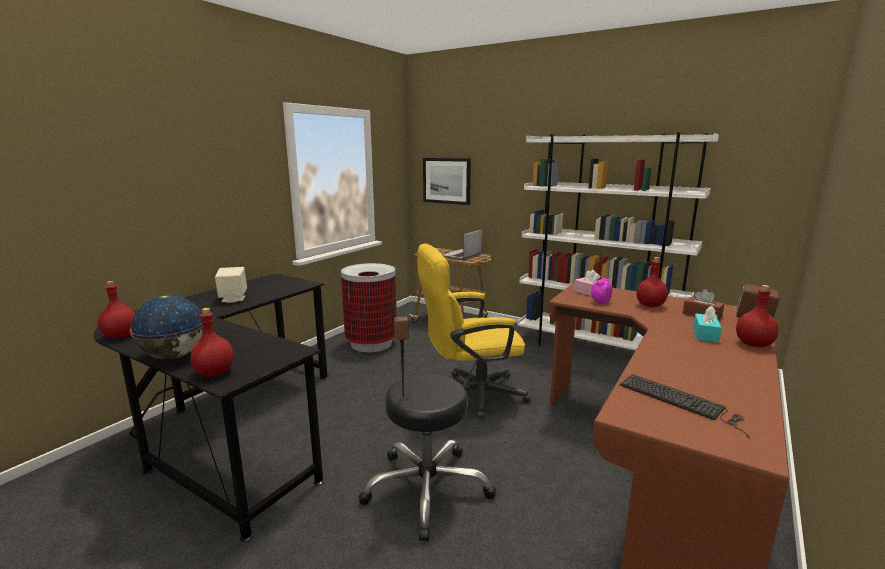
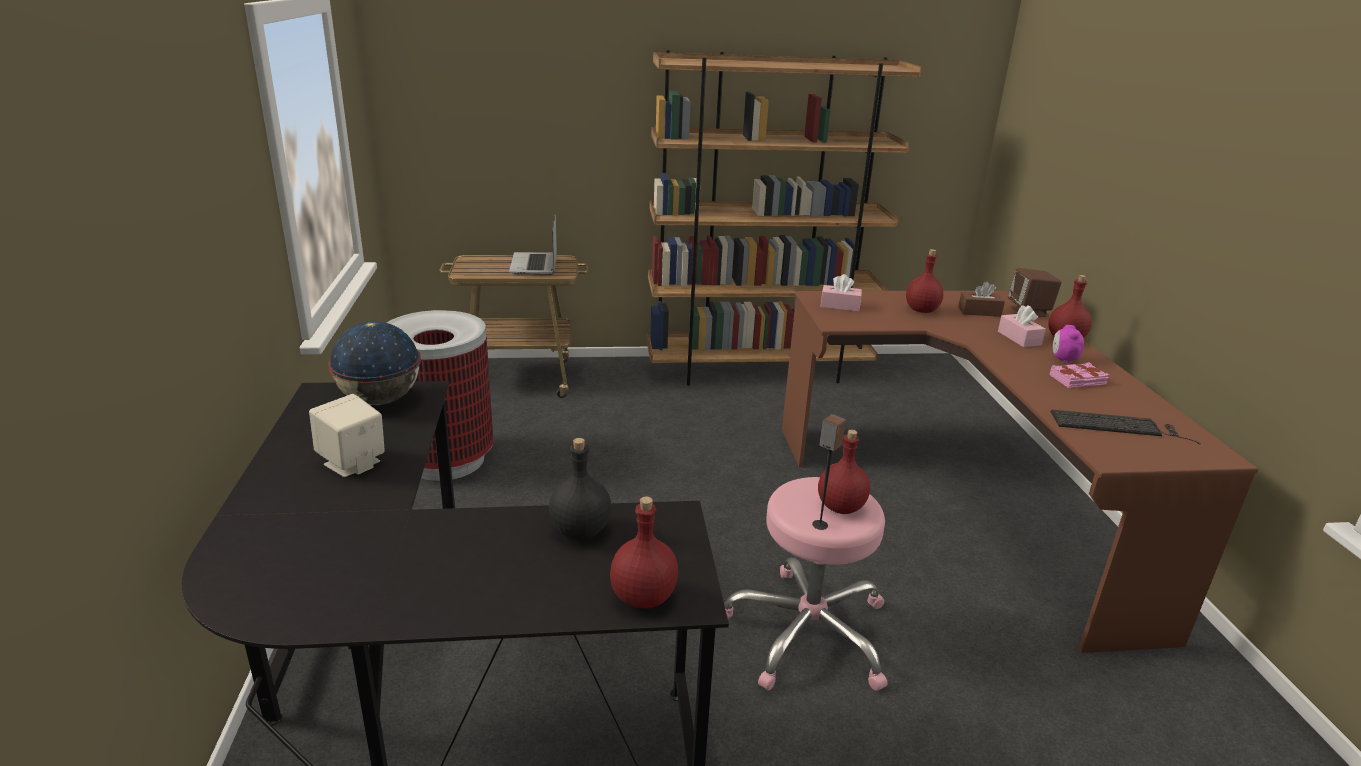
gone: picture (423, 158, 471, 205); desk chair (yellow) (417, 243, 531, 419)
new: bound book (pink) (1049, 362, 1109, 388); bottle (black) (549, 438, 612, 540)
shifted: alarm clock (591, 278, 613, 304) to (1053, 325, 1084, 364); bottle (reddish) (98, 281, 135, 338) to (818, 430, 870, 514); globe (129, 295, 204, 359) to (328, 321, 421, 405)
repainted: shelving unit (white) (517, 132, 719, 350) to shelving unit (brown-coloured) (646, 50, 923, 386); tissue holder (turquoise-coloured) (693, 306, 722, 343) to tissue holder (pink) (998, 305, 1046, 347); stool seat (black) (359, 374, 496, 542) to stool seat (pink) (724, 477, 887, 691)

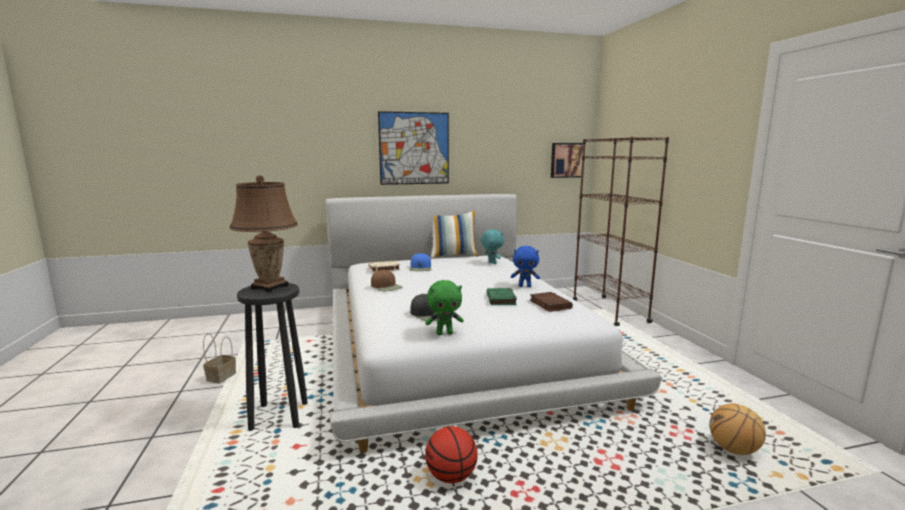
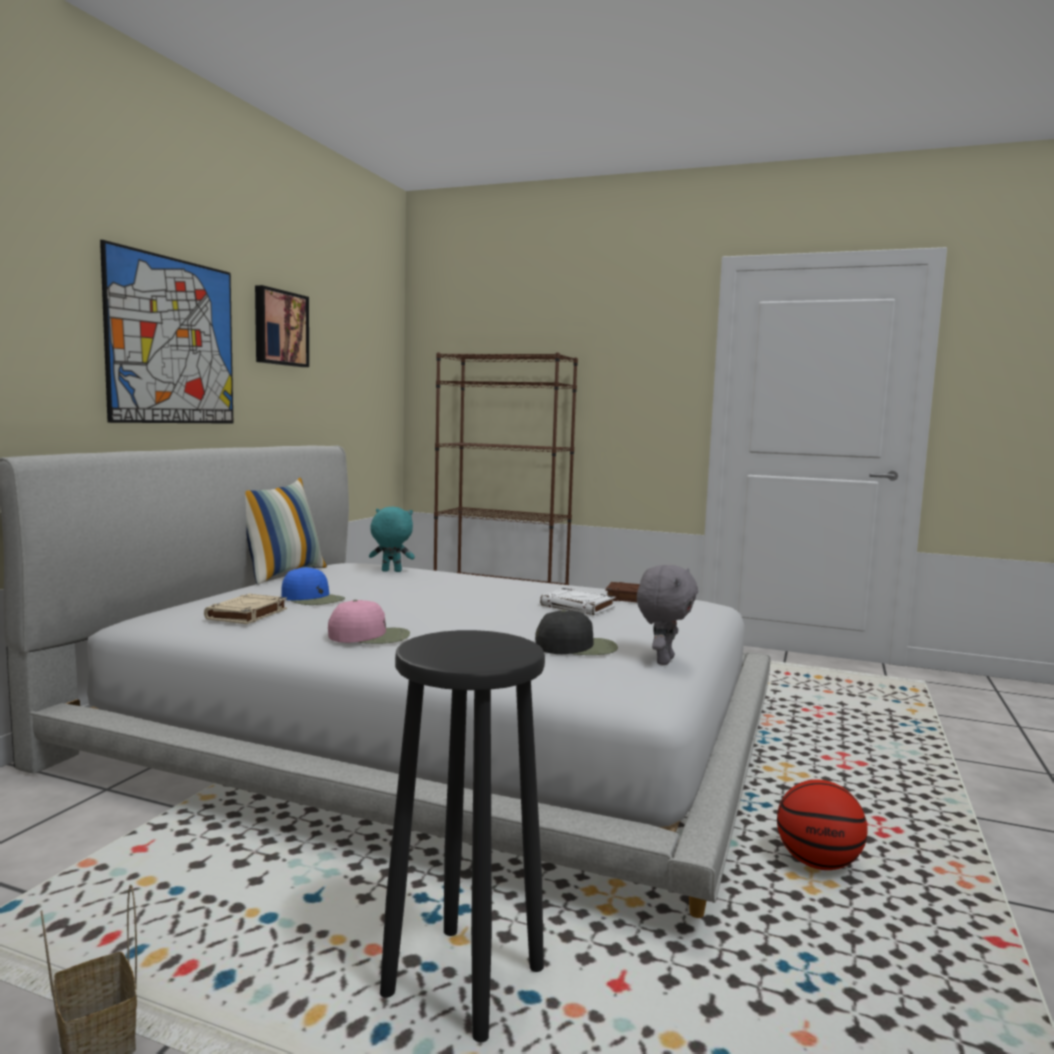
gone: table lamp (brown-coloured) (229, 175, 298, 293); cuddly toy (blue-coloured) (511, 246, 540, 287); basketball ball (709, 404, 766, 455)
shifted: picture (551, 143, 583, 178) to (255, 285, 309, 367)
repainted: cap (brown-coloured) (371, 270, 402, 291) to cap (pink) (328, 600, 410, 644); cuddly toy (green-coloured) (425, 280, 464, 335) to cuddly toy (grey) (637, 565, 698, 665); bound book (green-coloured) (487, 288, 517, 305) to bound book (white) (540, 588, 615, 615)

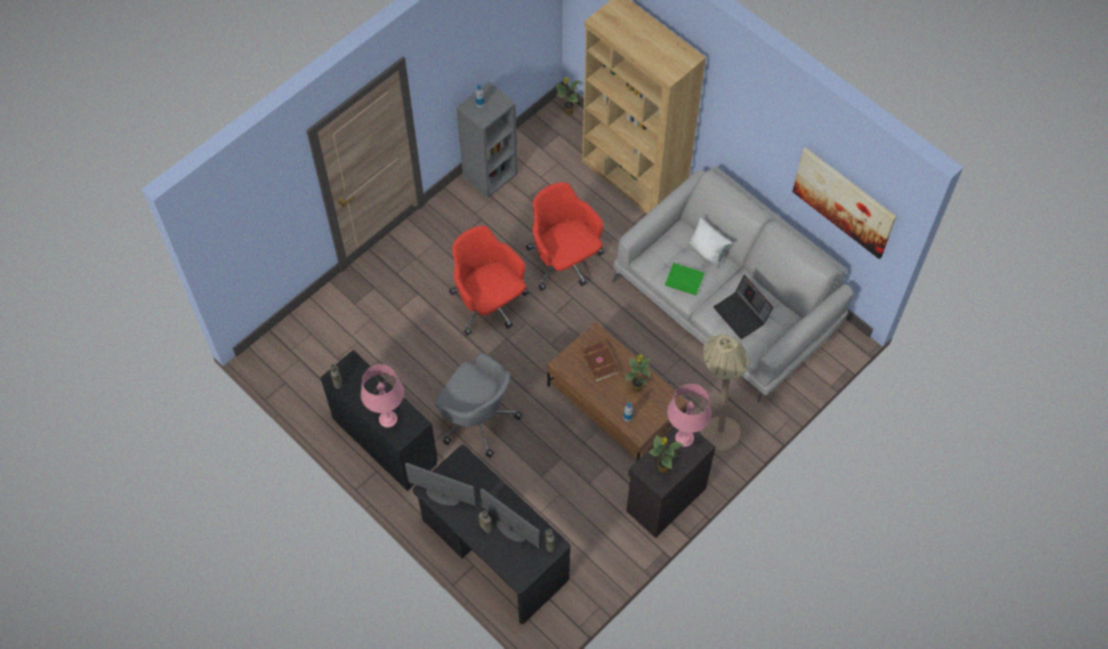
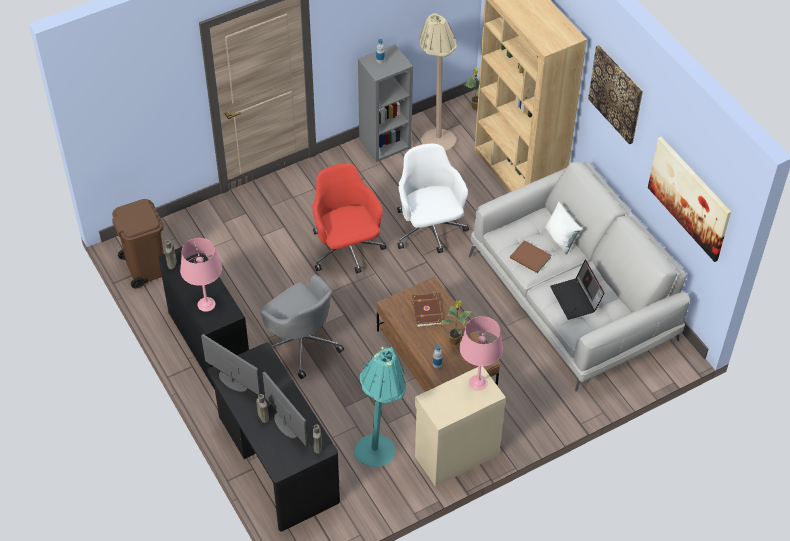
gone: plant in a pot (648, 434, 683, 473)
new: picture (588, 45, 643, 144); waste bin (brown-coloured) (112, 199, 164, 289); standing lamp (turquoise-coloured) (354, 347, 405, 467)
shifted: standing lamp (beige) (701, 334, 749, 451) to (419, 13, 457, 151)
repainted: desk chair (reddish) (526, 182, 604, 291) to desk chair (white) (397, 144, 469, 253); bound book (green-coloured) (665, 263, 704, 295) to bound book (brown-coloured) (510, 240, 551, 273); cupboard (black) (626, 426, 715, 538) to cupboard (beige) (415, 366, 506, 487)

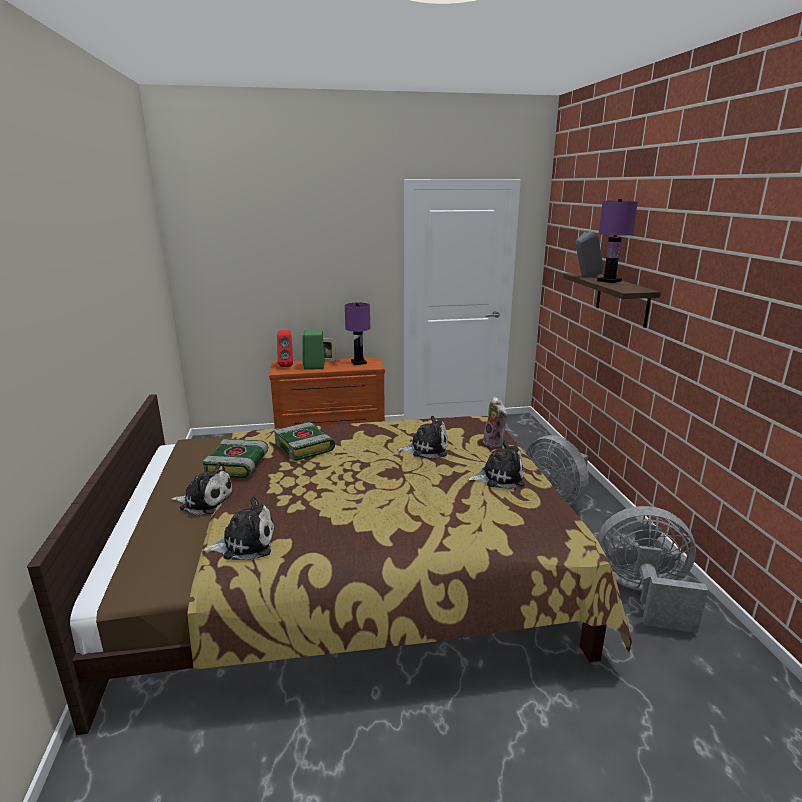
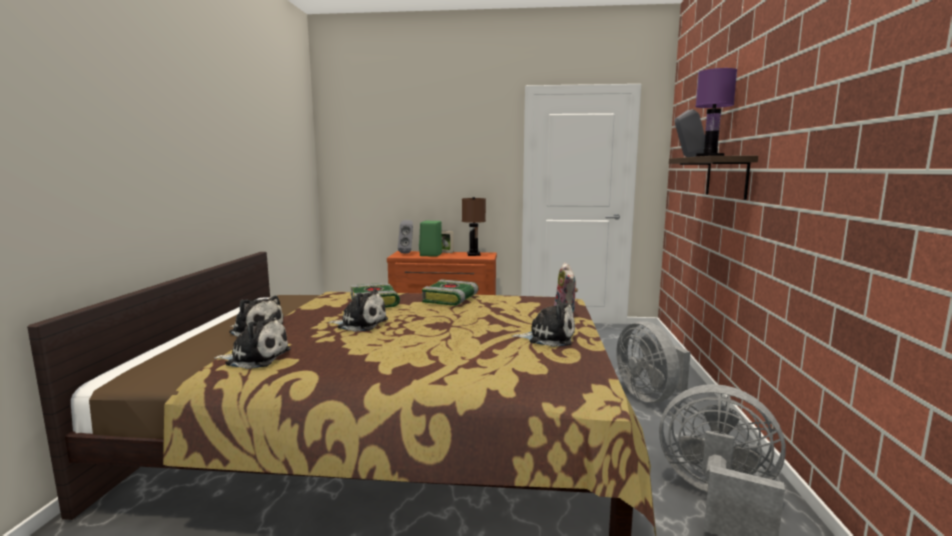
shifted: cuddly toy (396, 416, 448, 459) to (328, 289, 388, 332); bound book (203, 439, 268, 478) to (422, 279, 479, 306)
repainted: table lamp (purple) (345, 303, 371, 365) to table lamp (brown-coloured) (462, 197, 486, 256); speaker (reddish) (277, 330, 293, 367) to speaker (grey) (398, 220, 413, 254)

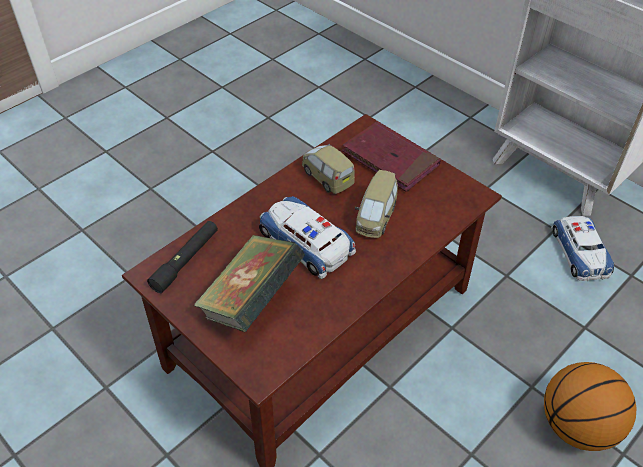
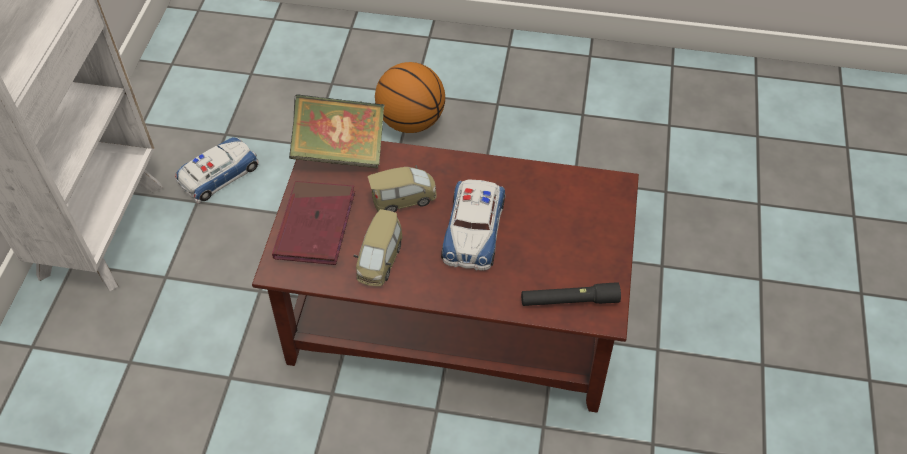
shifted: bound book (193, 235, 306, 332) to (289, 94, 385, 168)

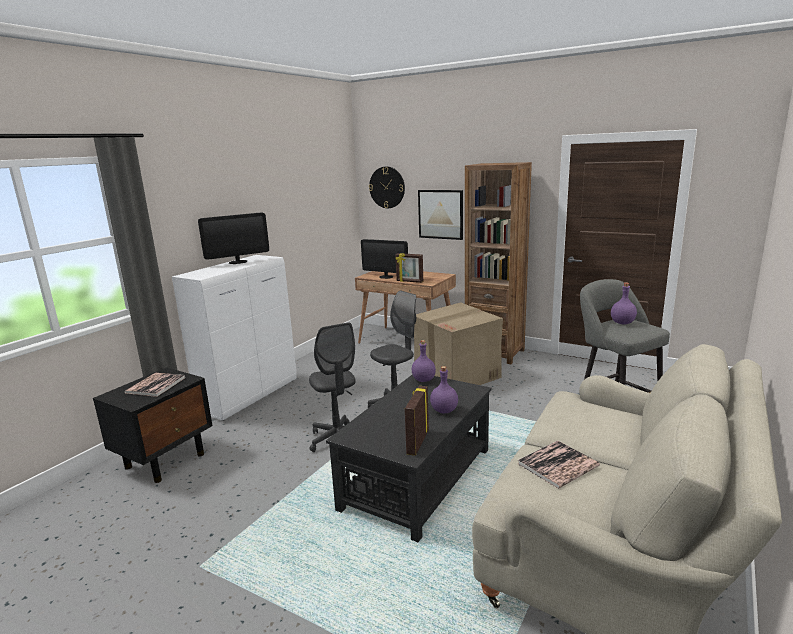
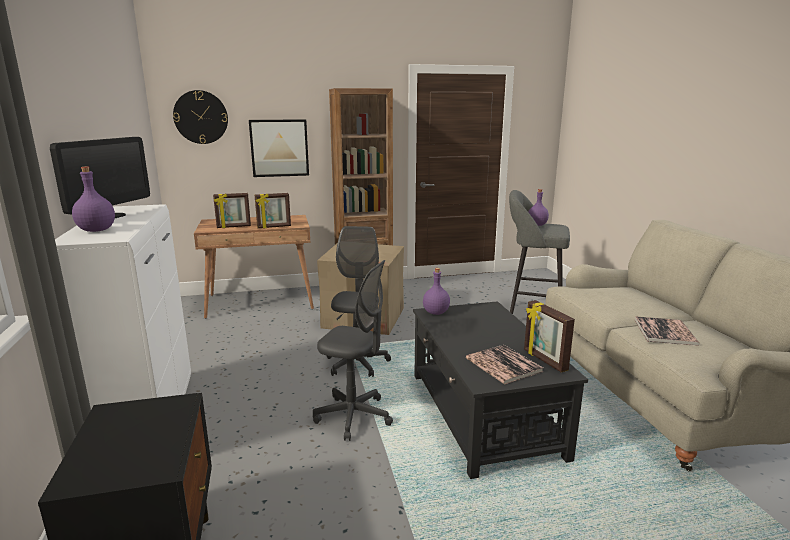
shifted: bottle (purple) (430, 366, 458, 414) to (72, 167, 115, 232); bound book (124, 373, 185, 397) to (466, 345, 543, 384)
swapped: monitor (361, 239, 408, 279) to photo frame (213, 193, 251, 228)

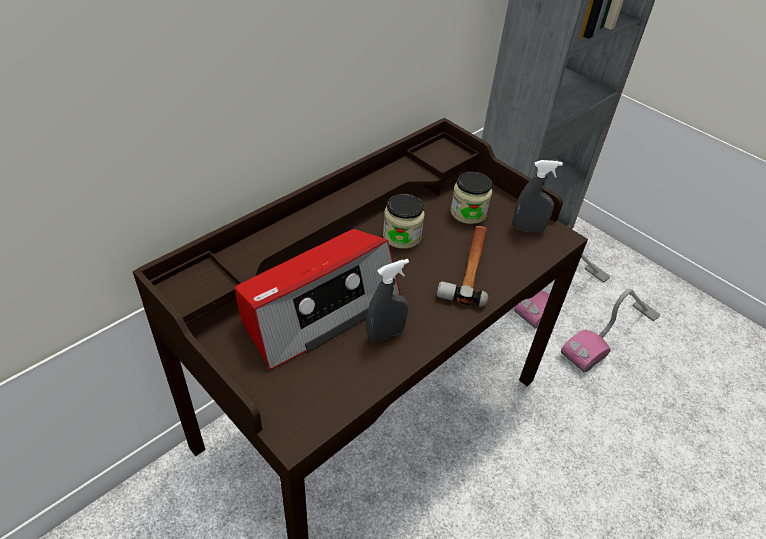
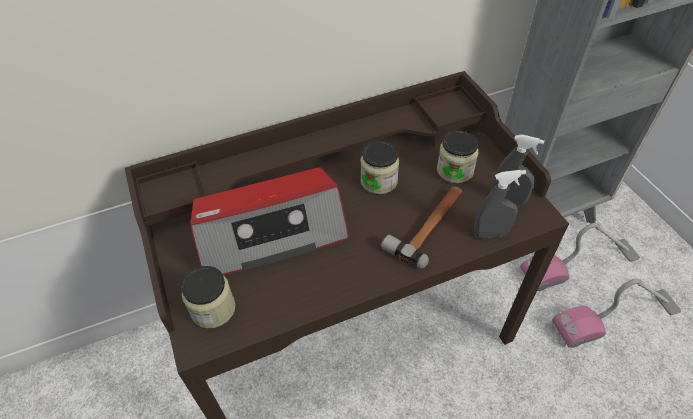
new: preserve jar (181, 266, 235, 328)
shifted: sprayer (grey) (366, 259, 409, 342) to (474, 170, 526, 238)

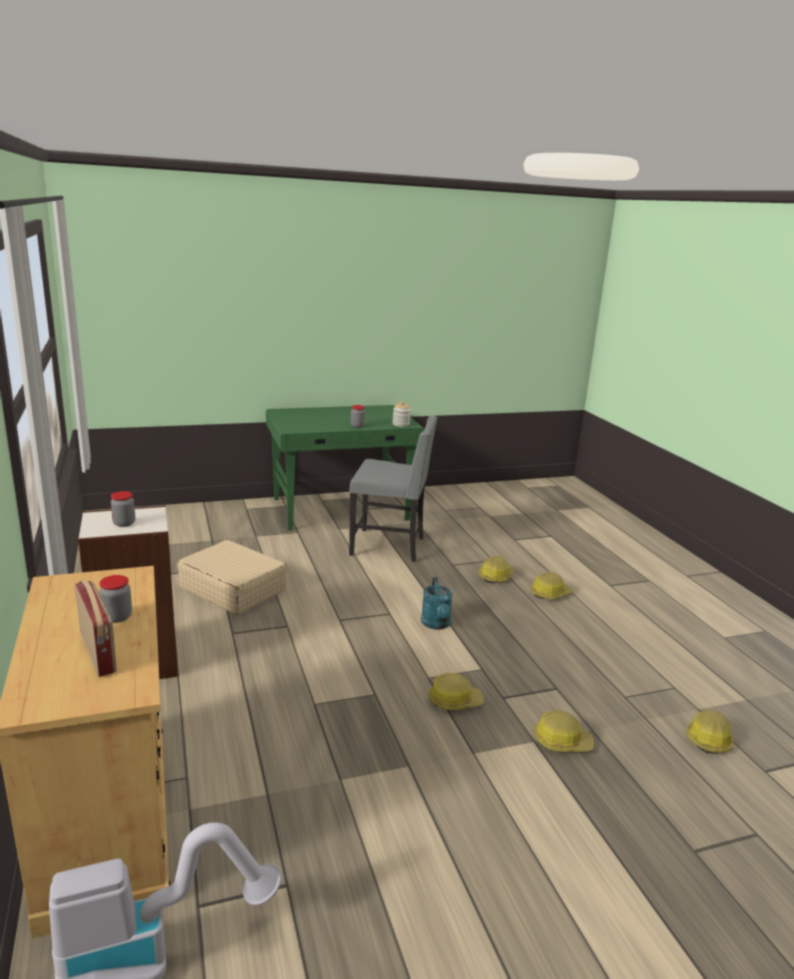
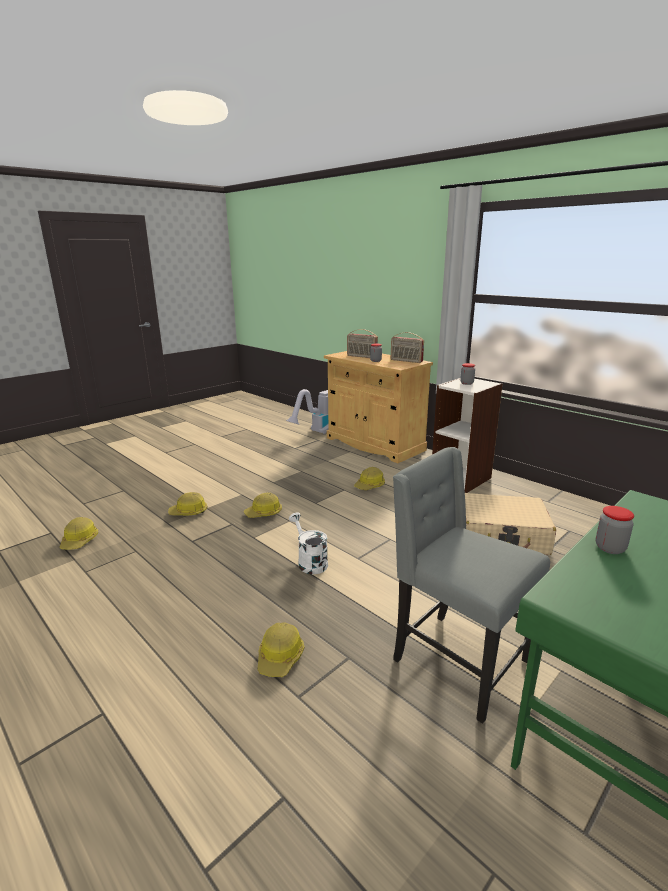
gone: preserve jar (392, 401, 411, 427)
new: radio receiver (391, 332, 424, 363)
shifted: safety helmet (531, 572, 573, 599) to (354, 467, 385, 490)
repainted: watering can (turquoise-coloured) (421, 577, 453, 630) to watering can (white) (289, 512, 328, 574)
rotated: chair (grey) (349, 416, 437, 562) = (393, 447, 550, 724) 60 degrees clockwise

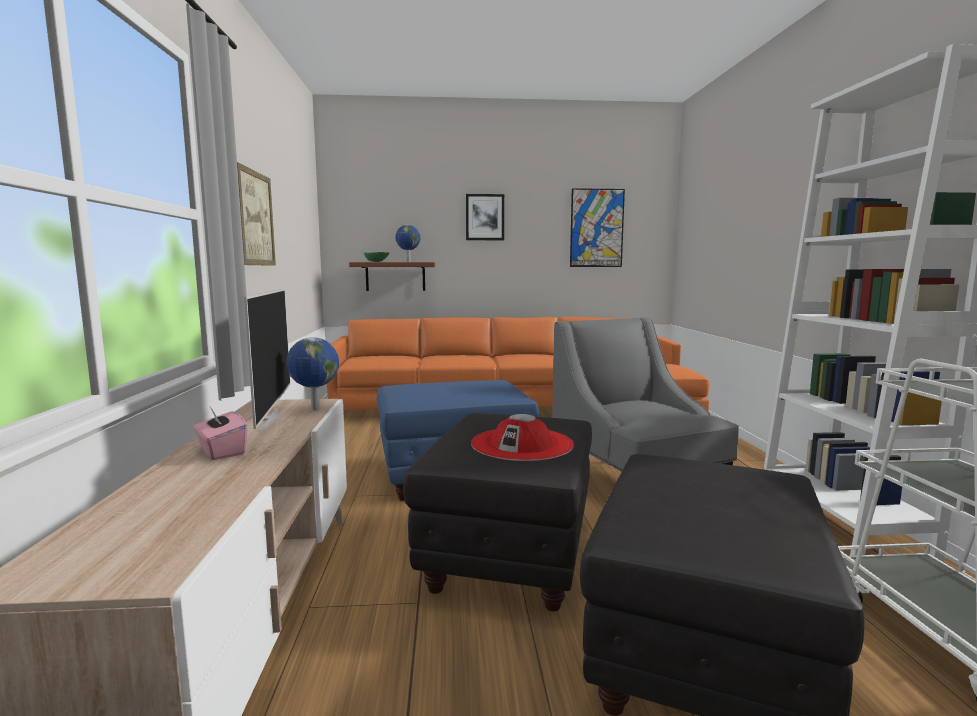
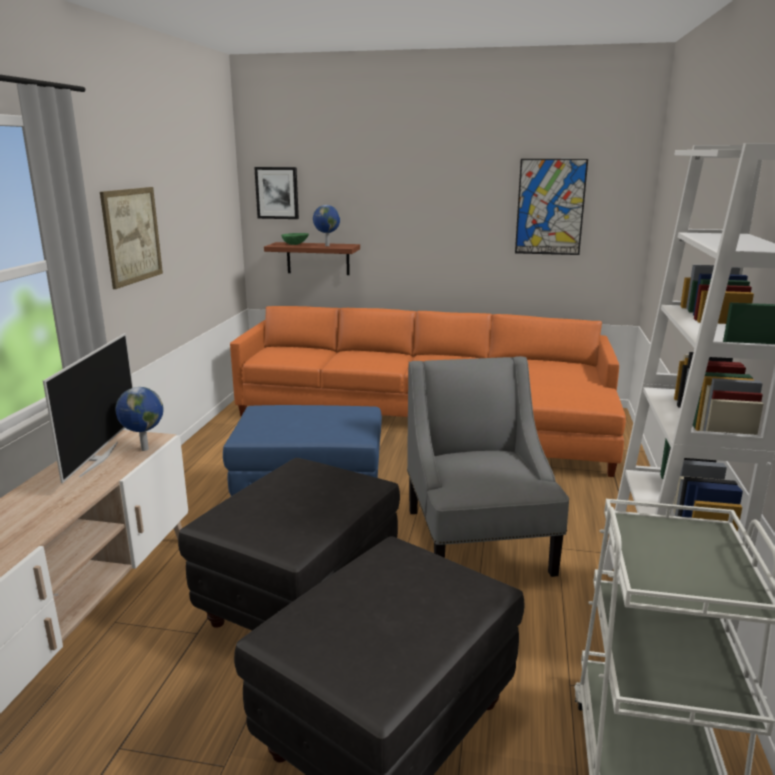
gone: tissue holder (pink) (193, 407, 248, 460); clothing hat (reddish) (471, 414, 574, 461)
shifted: picture (466, 194, 504, 240) to (254, 167, 299, 219)

